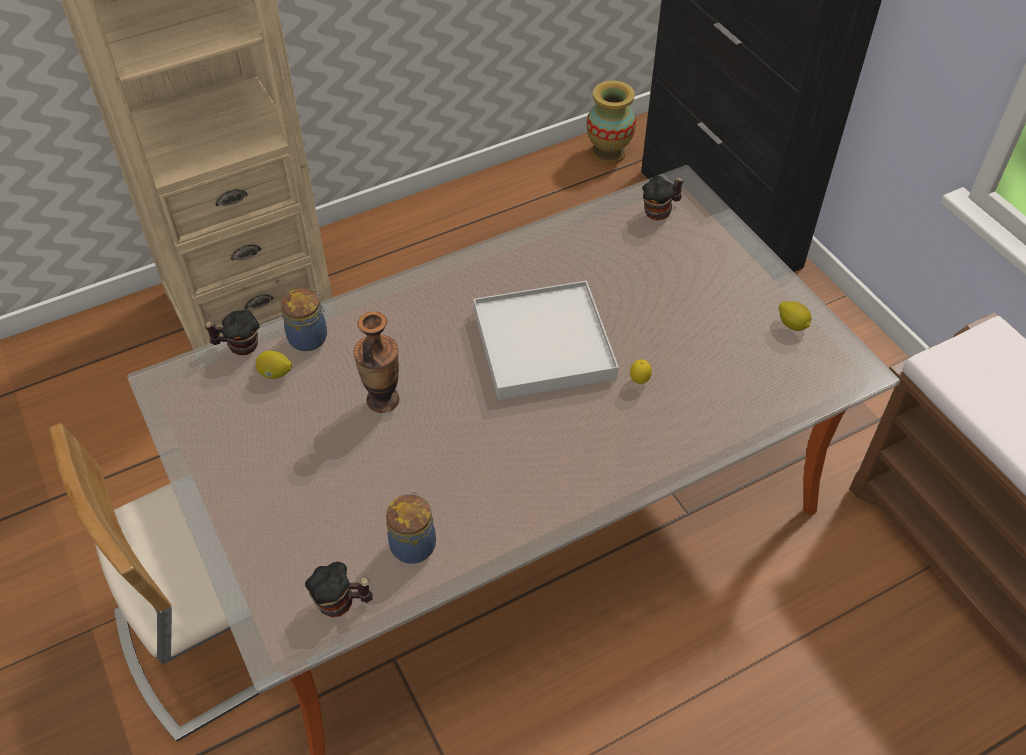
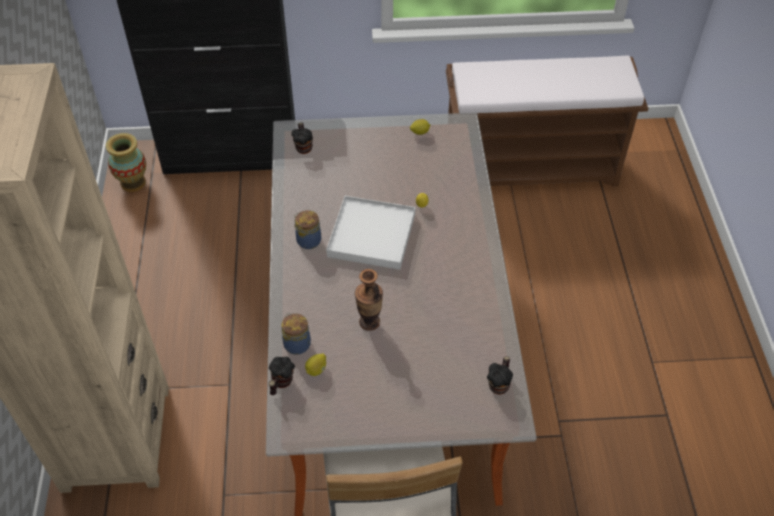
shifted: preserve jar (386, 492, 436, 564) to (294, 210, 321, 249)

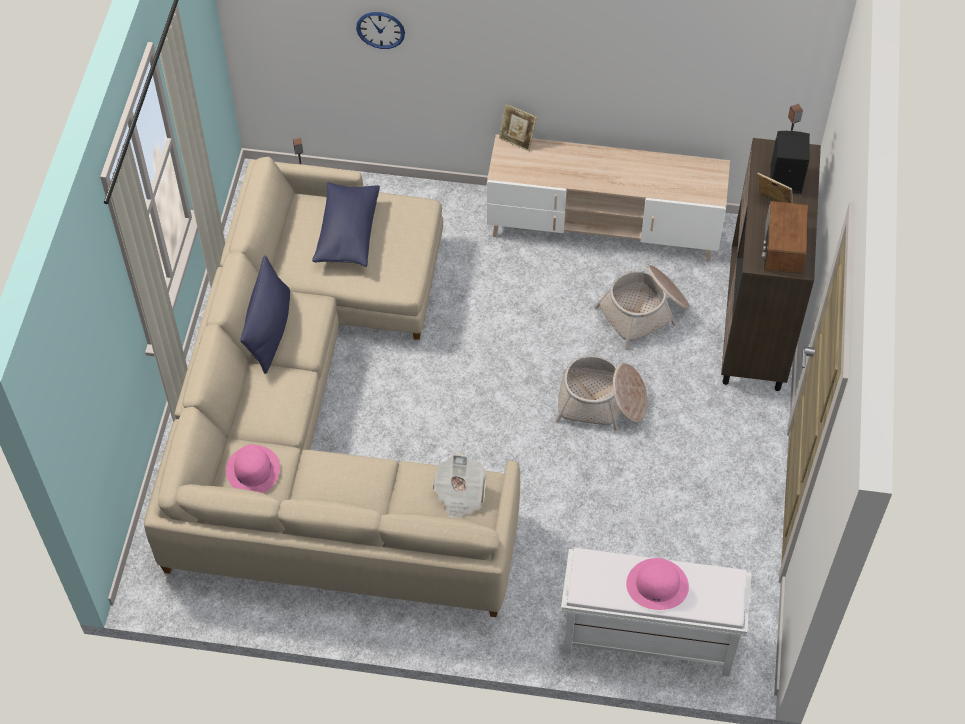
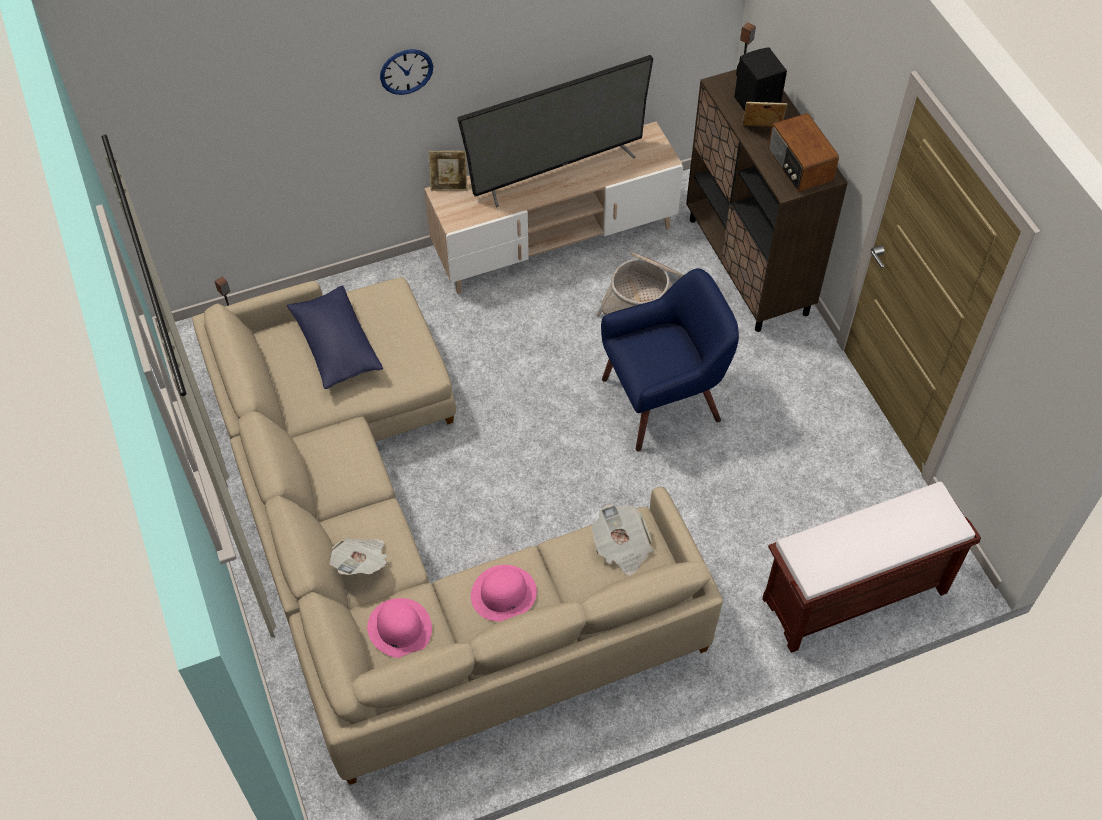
gone: pillow (blue-coloured) (240, 255, 290, 374)
new: TV set (457, 55, 653, 207); printed paper (329, 538, 387, 575)
shifted: clock on the wall (356, 12, 405, 49) to (380, 49, 433, 95); clothing hat (pink) (626, 558, 689, 610) to (471, 565, 537, 621)
swapped: household basket (556, 355, 648, 431) to armchair (blue-coloured) (601, 268, 739, 452)
repainted: long seat (white) (561, 548, 751, 677) to long seat (brown-coloured) (762, 481, 981, 653)

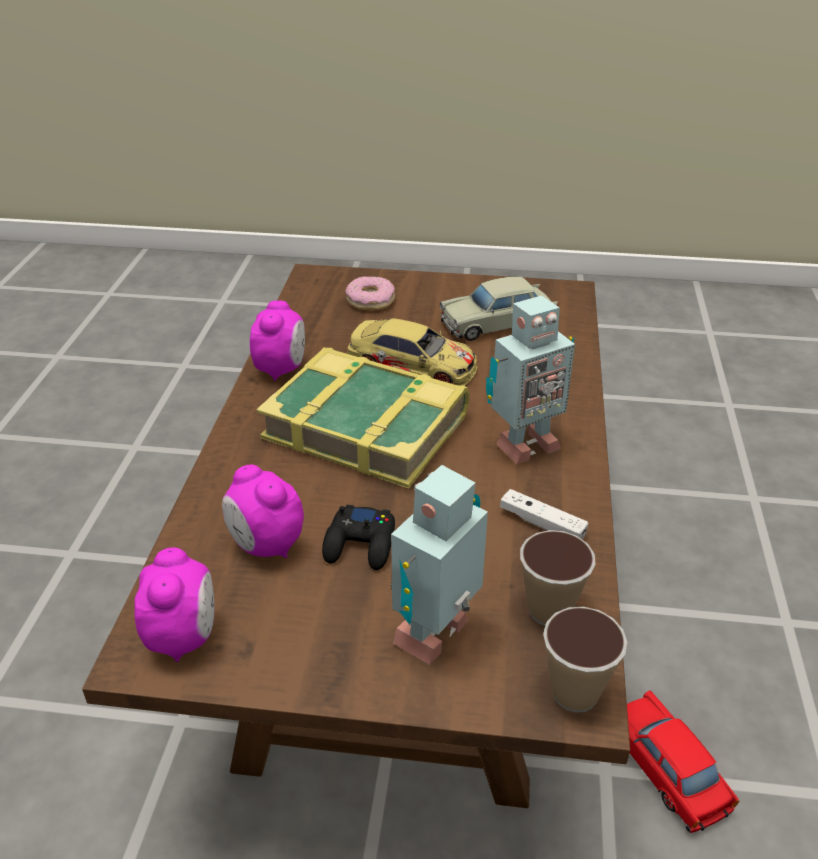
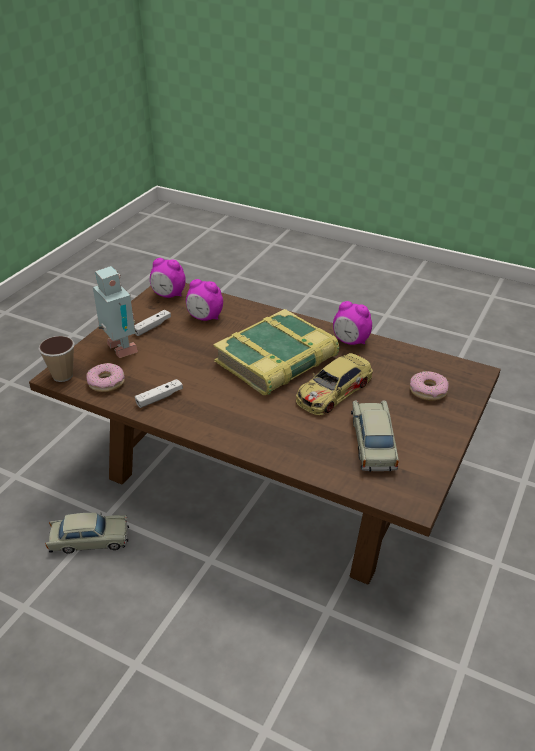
gone: robot figure (486, 295, 575, 464); gamepad (black) (322, 505, 395, 570)
new: gamepad (white) (134, 310, 171, 336)
swapped: cup (520, 530, 596, 626) to doughnut (86, 363, 125, 392)
repainted: model car (reddish) (627, 691, 739, 833) to model car (beige) (45, 513, 129, 554)
rotated: alarm clock (222, 465, 304, 558) = (186, 279, 223, 321) 135 degrees counterclockwise

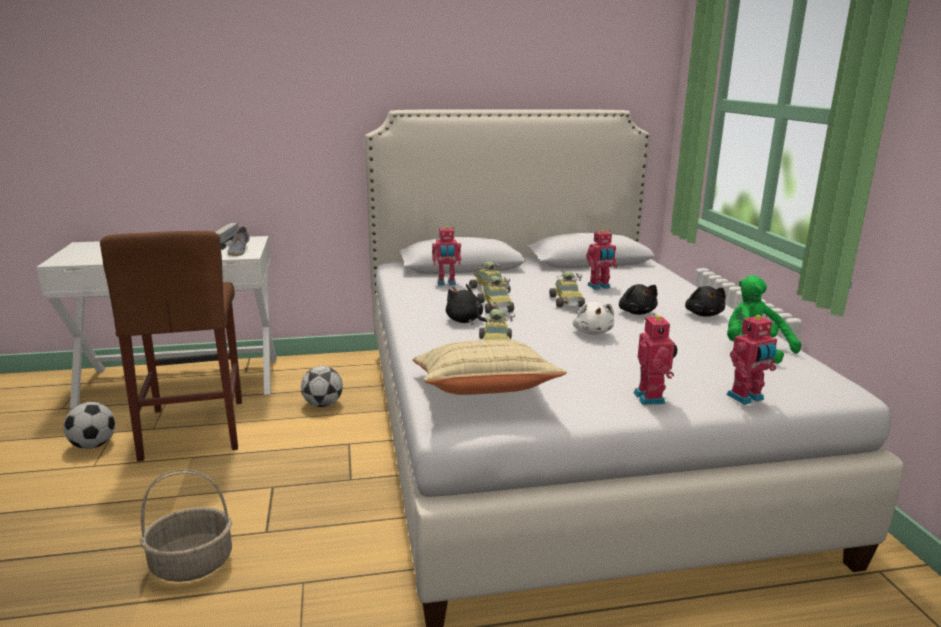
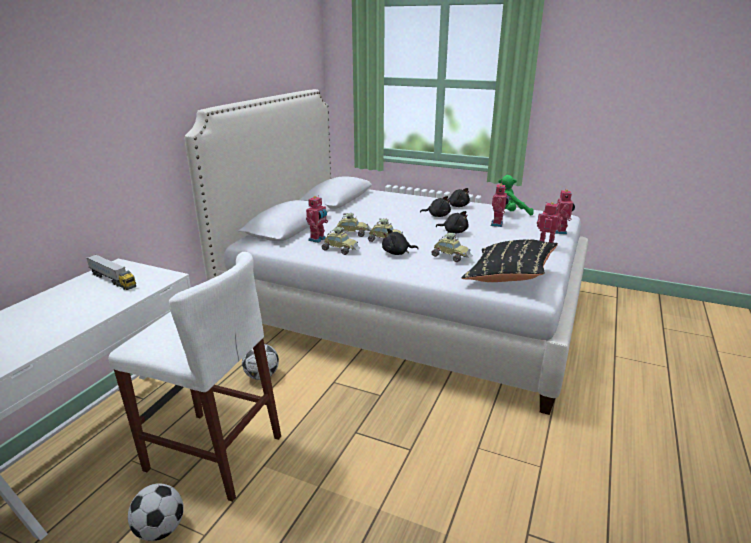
gone: shoe (228, 226, 250, 256); household basket (140, 469, 232, 582)
shifted: robot figure (586, 230, 617, 290) to (491, 183, 509, 227); model car (549, 271, 585, 307) to (322, 227, 360, 255)
repainted: stool seat (brown-coloured) (100, 231, 242, 462) to stool seat (white) (108, 252, 281, 502); cuddly toy (white) (573, 302, 614, 335) to cuddly toy (black) (436, 211, 469, 233); pillow (beige) (412, 339, 567, 395) to pillow (black) (462, 239, 558, 282)

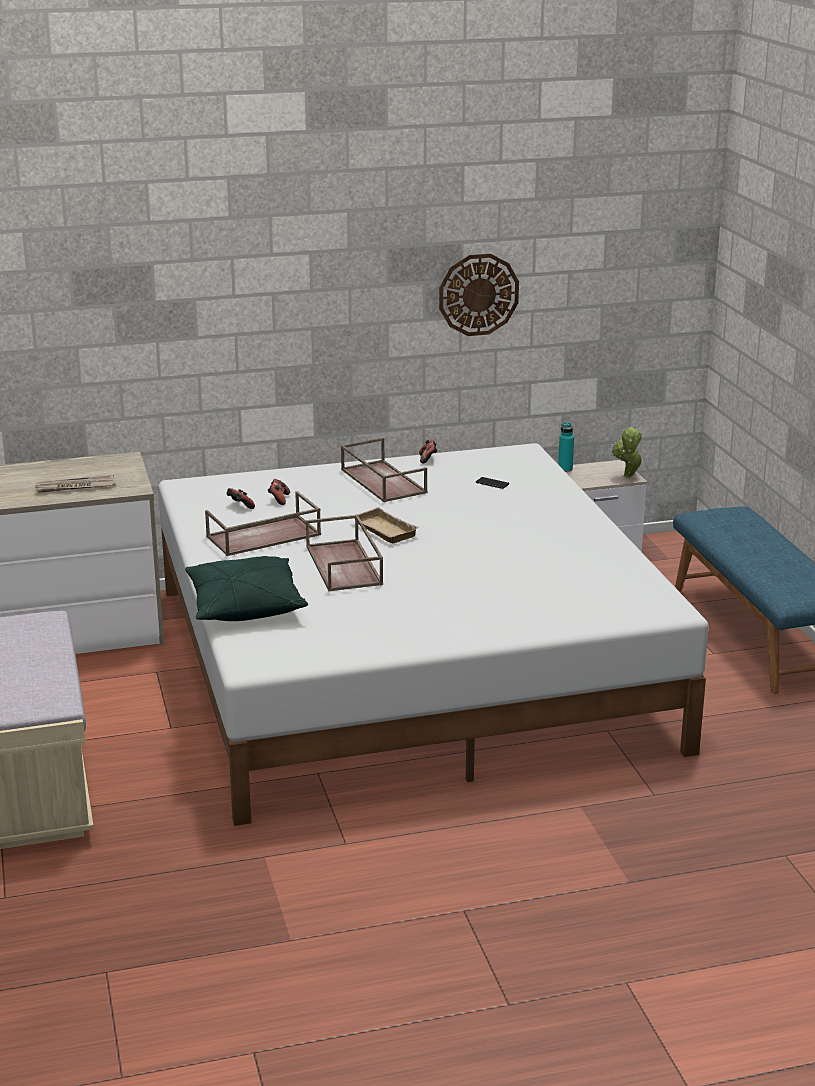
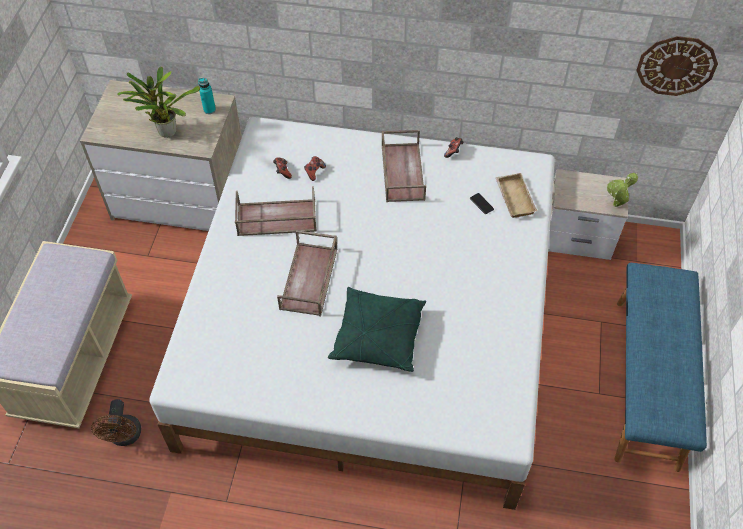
new: electric fan (brown-coloured) (91, 399, 141, 446)
shifted: clock on the wall (439, 254, 519, 336) to (636, 36, 718, 96); bottle (turquoise-coloured) (558, 423, 574, 472) to (198, 78, 216, 114); tray (beige) (354, 507, 419, 543) to (495, 173, 537, 218); pillow (green-coloured) (185, 556, 308, 621) to (328, 287, 426, 372)
swapped: printed paper (35, 475, 116, 493) to plant in a pot (117, 66, 200, 138)

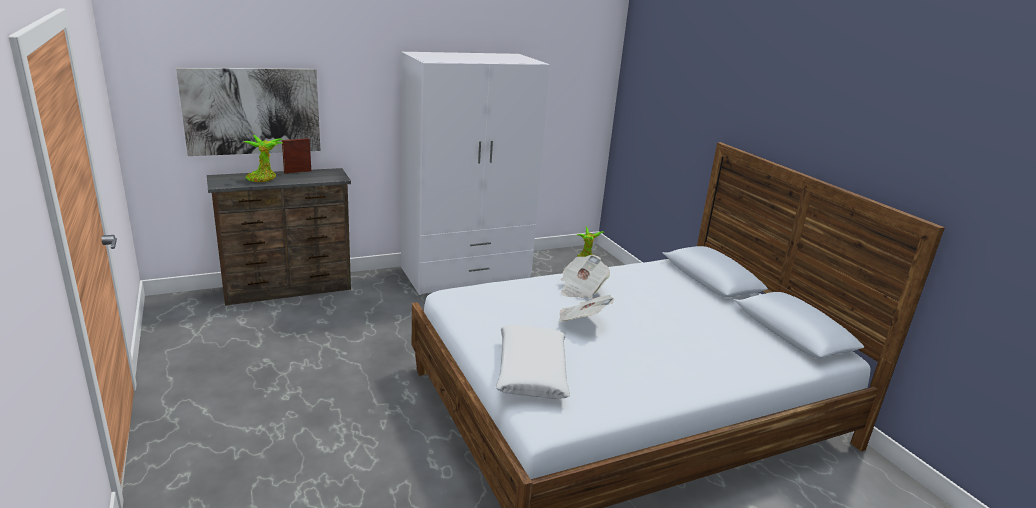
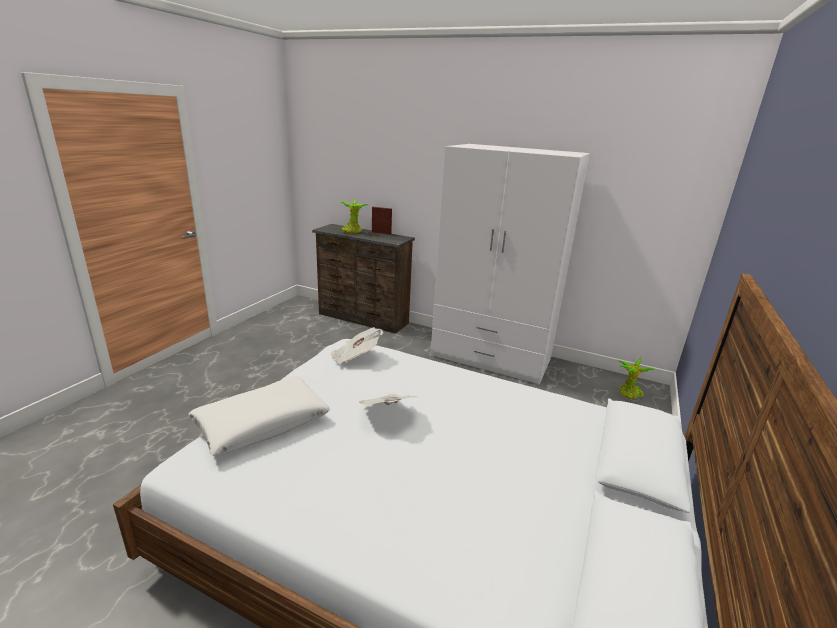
gone: picture (176, 68, 321, 156)
shifted: printed paper (561, 255, 610, 298) to (331, 327, 383, 365)

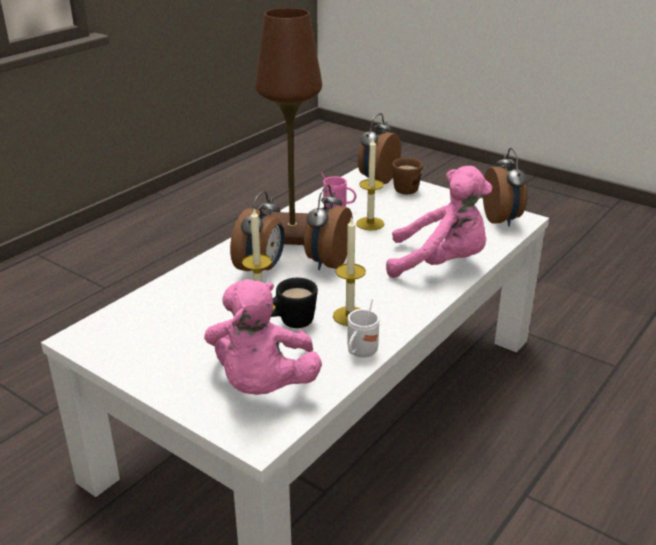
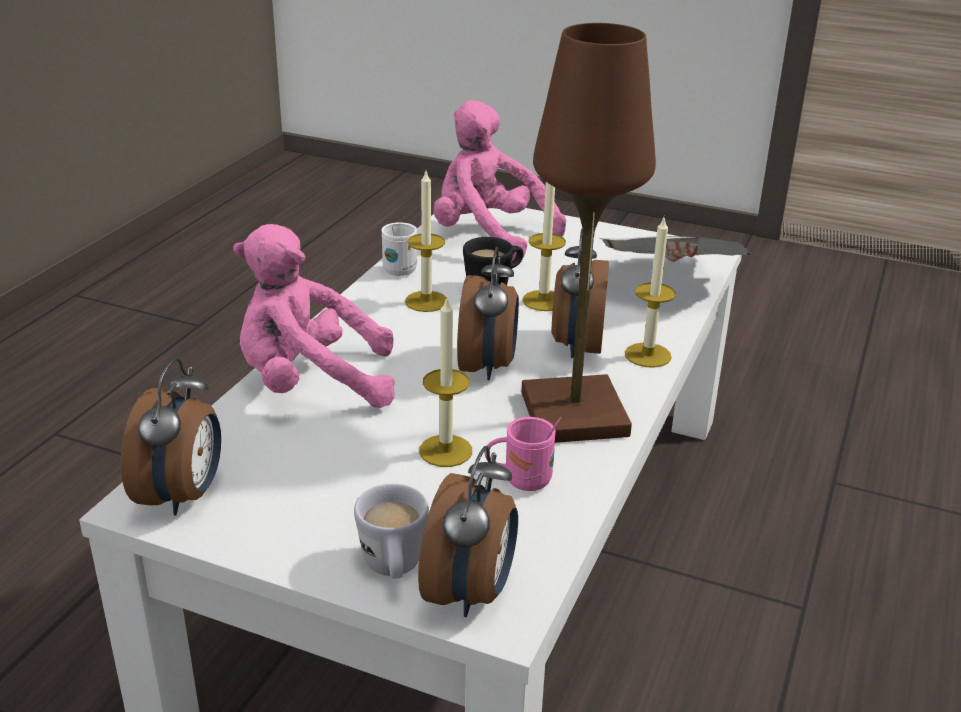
new: wax light (625, 218, 676, 368); printed paper (600, 236, 752, 262)
repainted: mug (brown-coloured) (392, 158, 423, 194) to mug (white) (354, 484, 429, 579)
rotated: alarm clock (483, 148, 527, 227) = (121, 358, 221, 516) 150 degrees counterclockwise; cuddly toy (pink) (204, 279, 322, 395) = (433, 100, 566, 261) 45 degrees counterclockwise

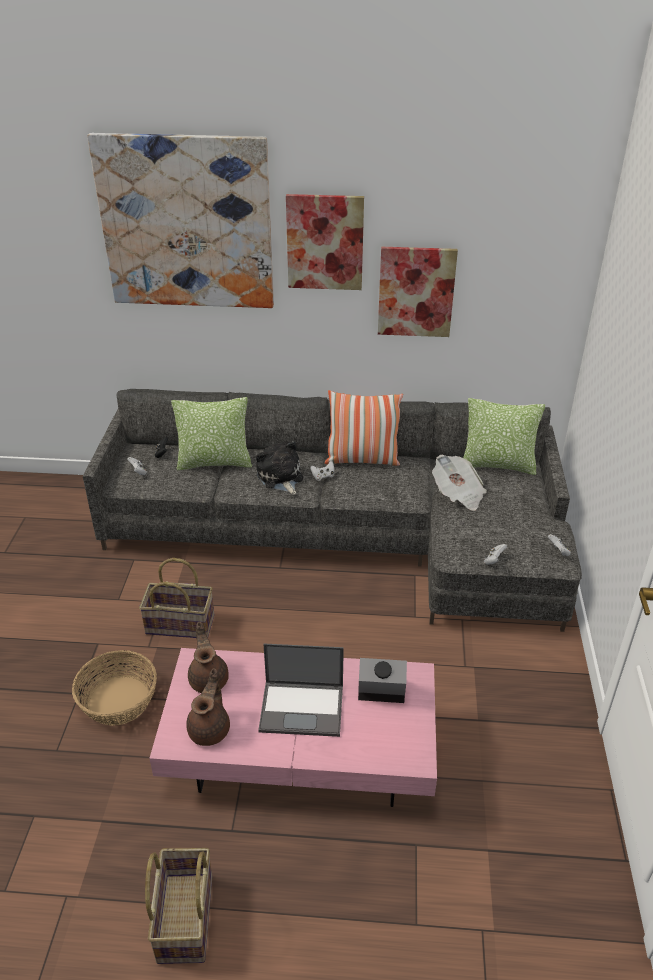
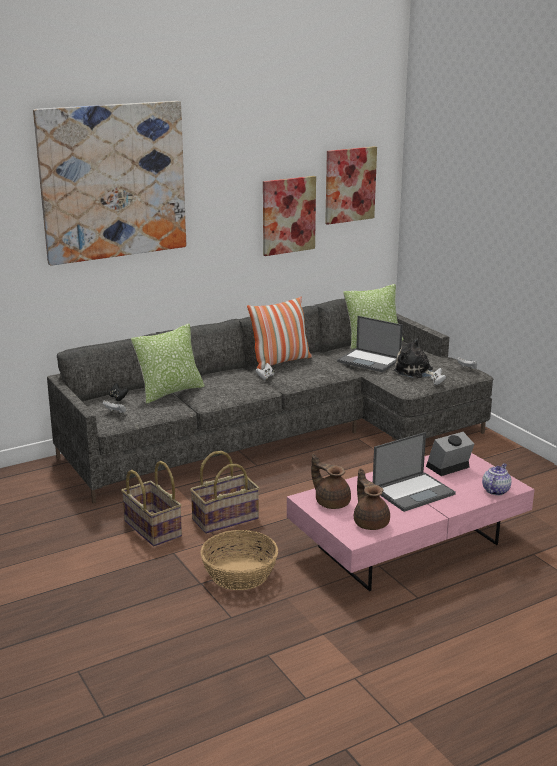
new: tea pot (482, 463, 512, 495)
shifted: picture (286, 194, 364, 290) to (325, 146, 377, 225); cuddly toy (256, 441, 303, 495) to (394, 338, 434, 378); household basket (145, 848, 213, 964) to (121, 461, 182, 546)
swapped: printed paper (432, 454, 487, 511) to portable computer (337, 316, 403, 372)

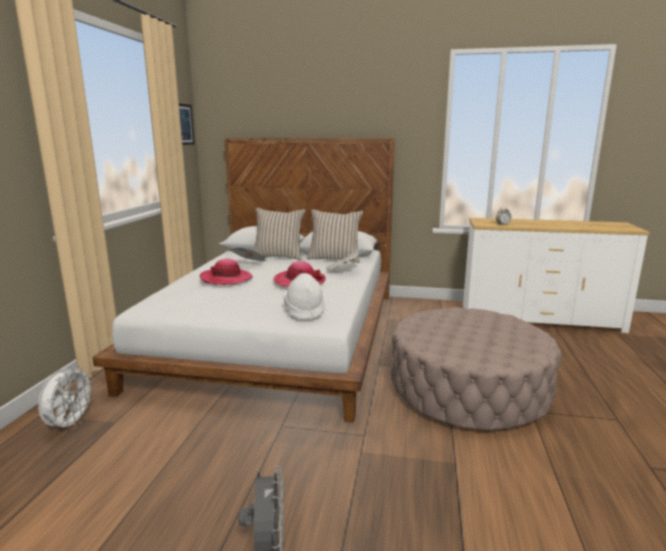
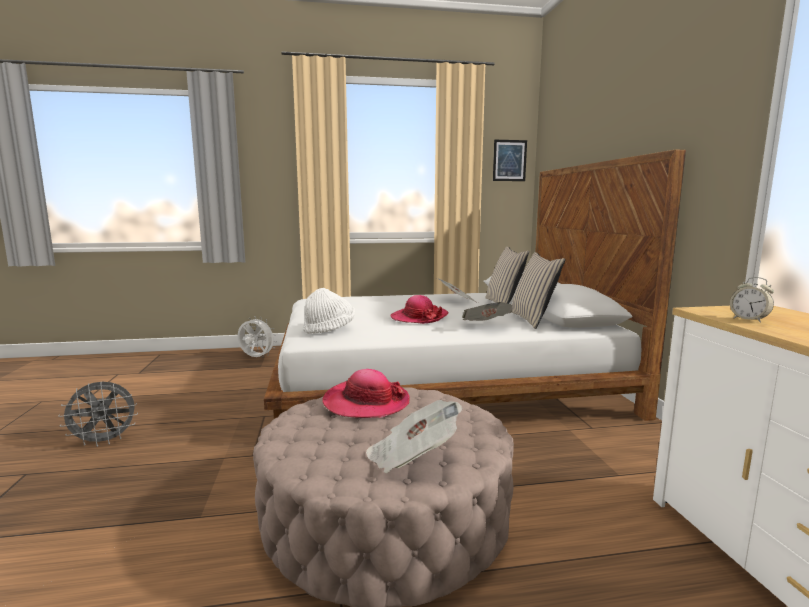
new: printed paper (366, 400, 463, 473)
shifted: clothing hat (200, 258, 253, 285) to (322, 369, 410, 418)
rotated: electric fan (white) (38, 365, 96, 432) = (238, 316, 277, 357) 150 degrees counterclockwise

